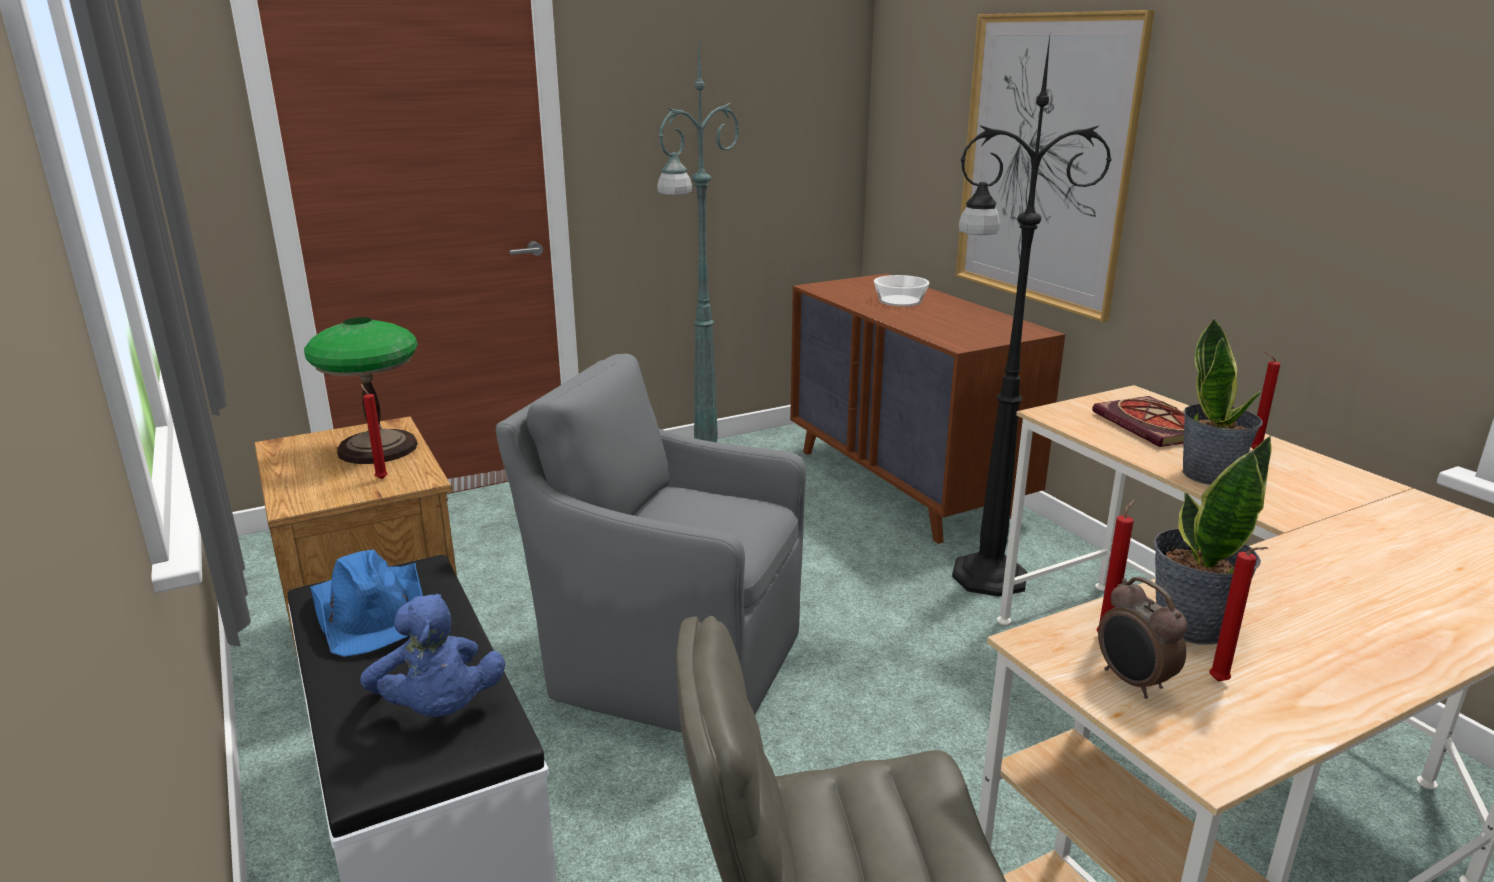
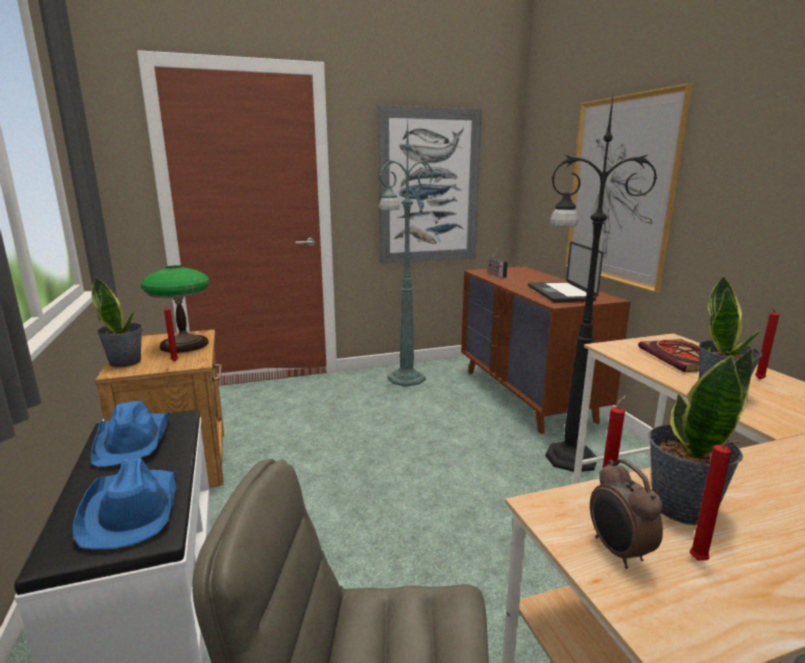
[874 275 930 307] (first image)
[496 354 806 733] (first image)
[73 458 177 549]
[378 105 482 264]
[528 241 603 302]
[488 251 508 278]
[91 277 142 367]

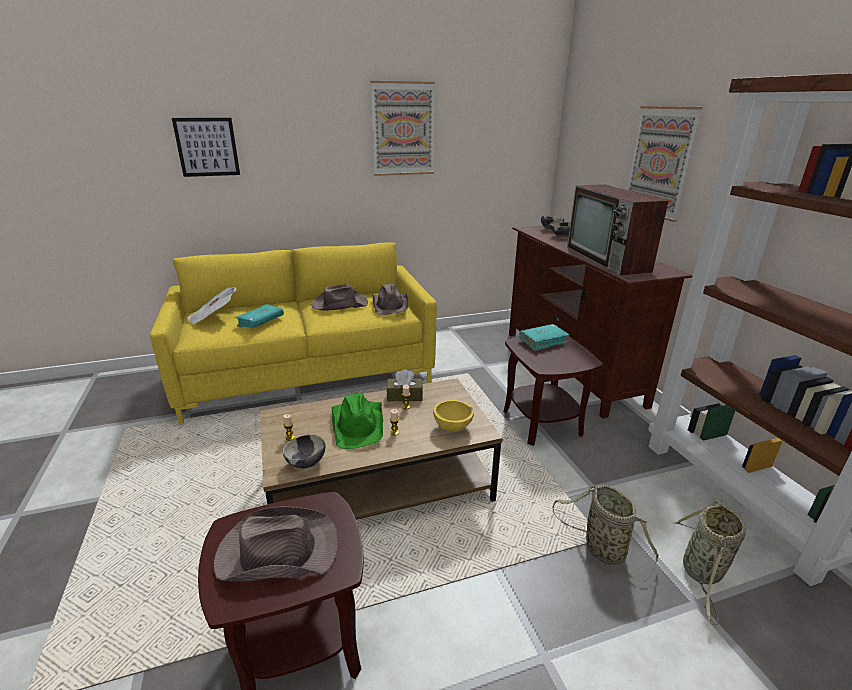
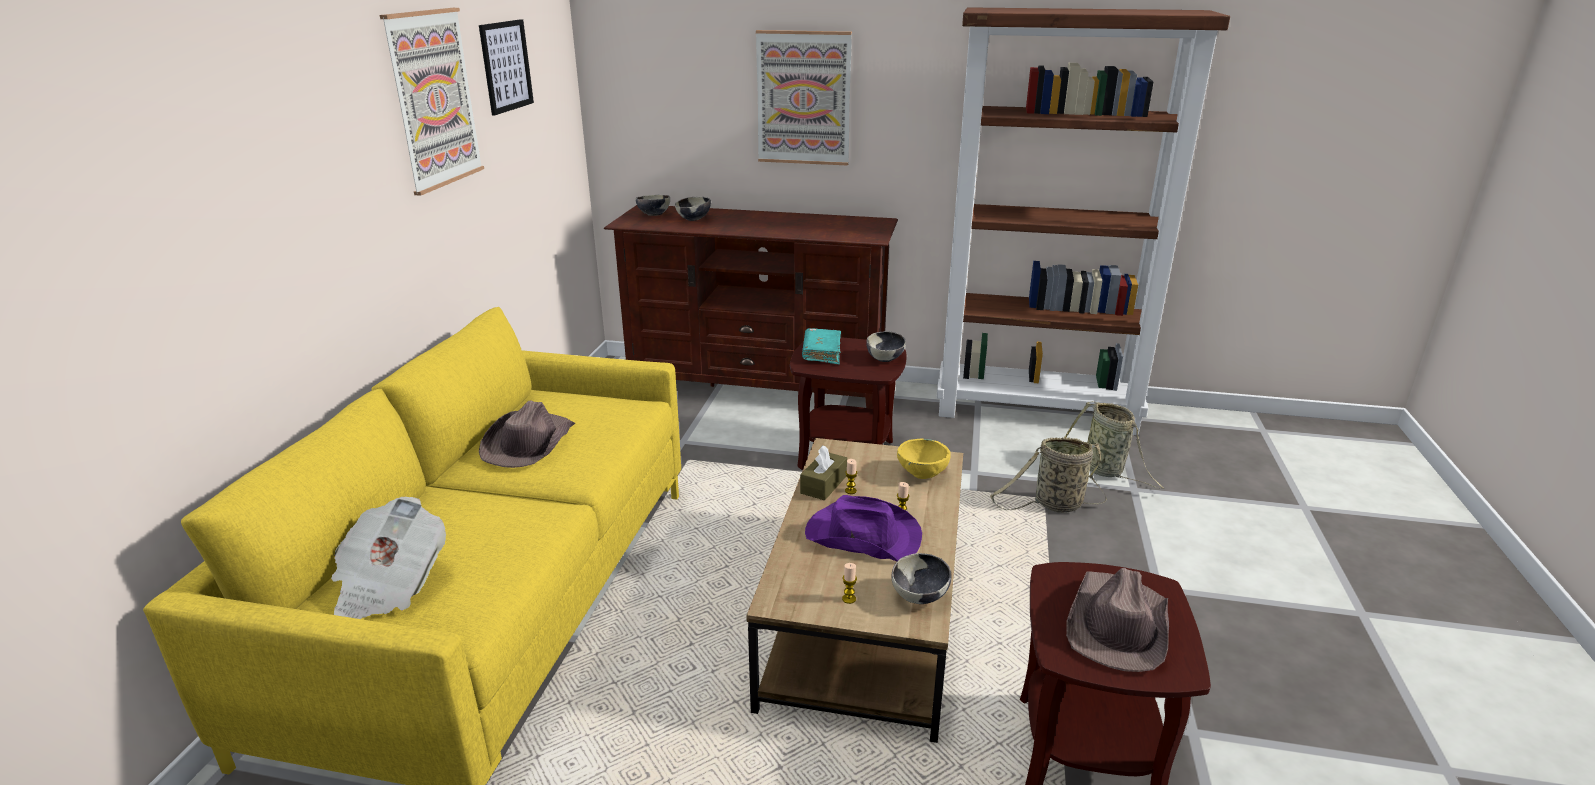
[479 19 534 115]
[567 184 668 275] (first image)
[372 284 408 315] (first image)
[235 304 284 328] (first image)
[805 495 922 561]
[866 331 906 362]

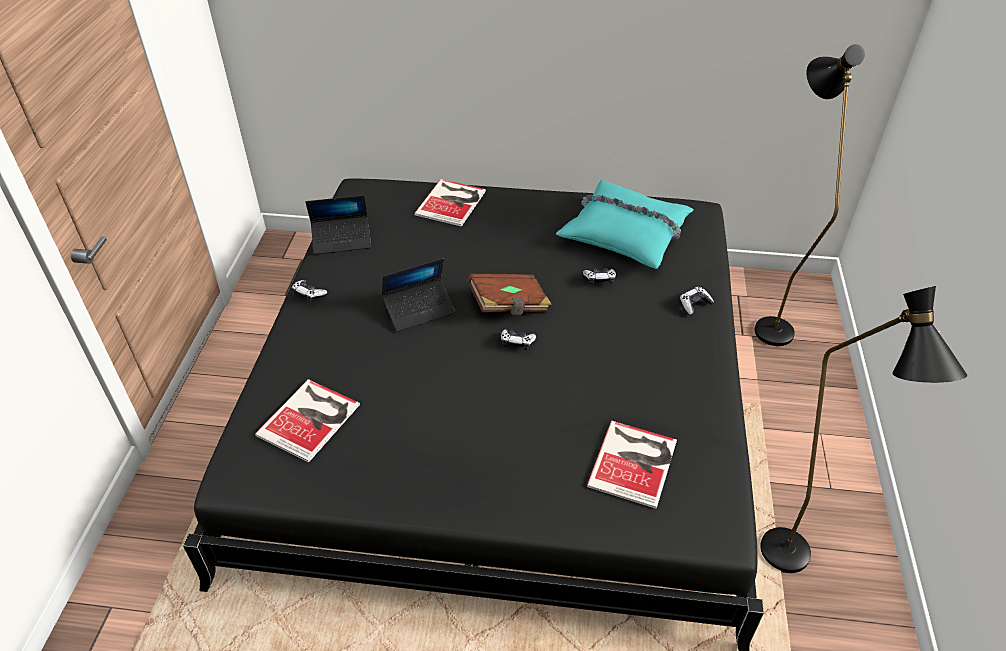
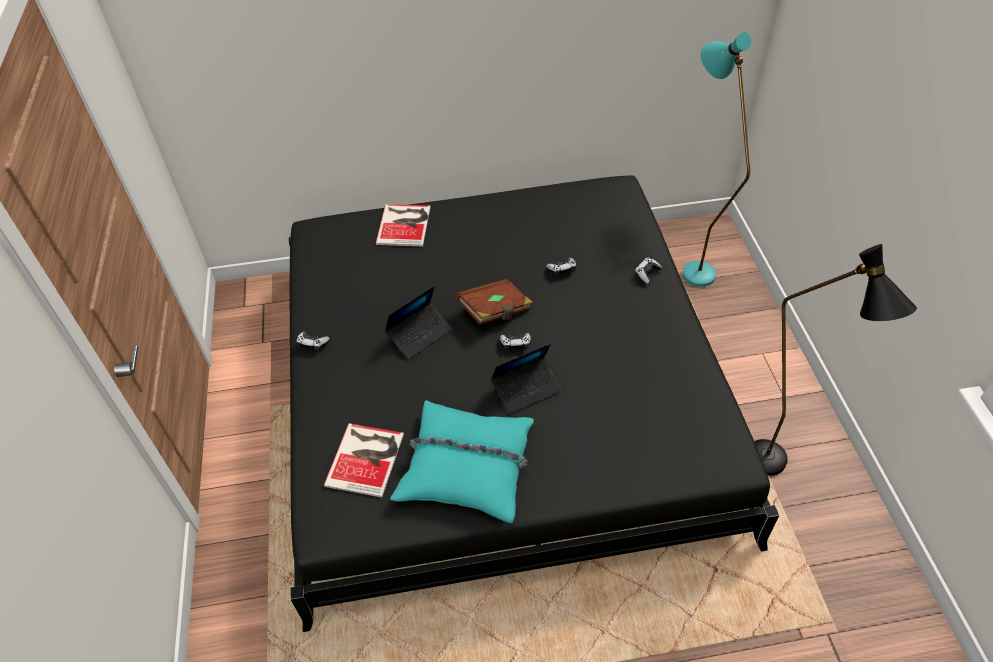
[682 32 751 287]
[390 400 534 523]
[491 344 561 414]
[587 421 677 509] (first image)

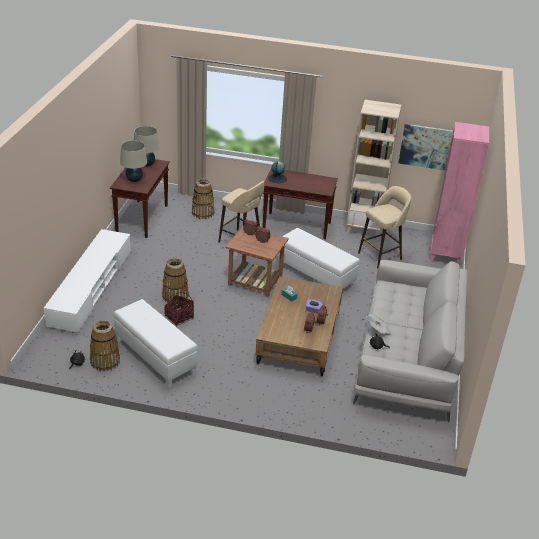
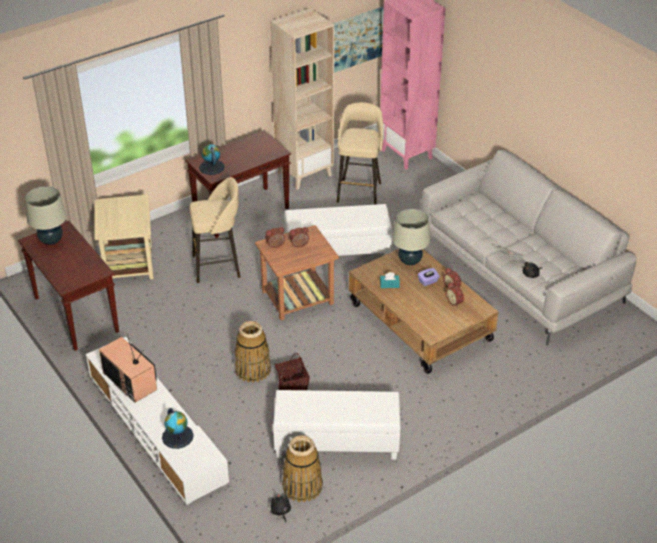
[392 209 430 265]
[95 194 154 279]
[99 333 157 403]
[162 408 194 449]

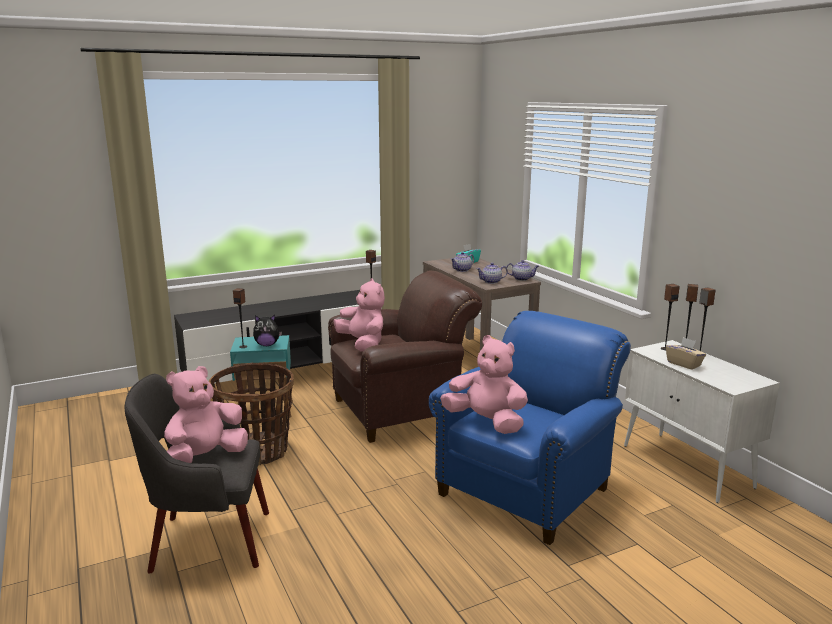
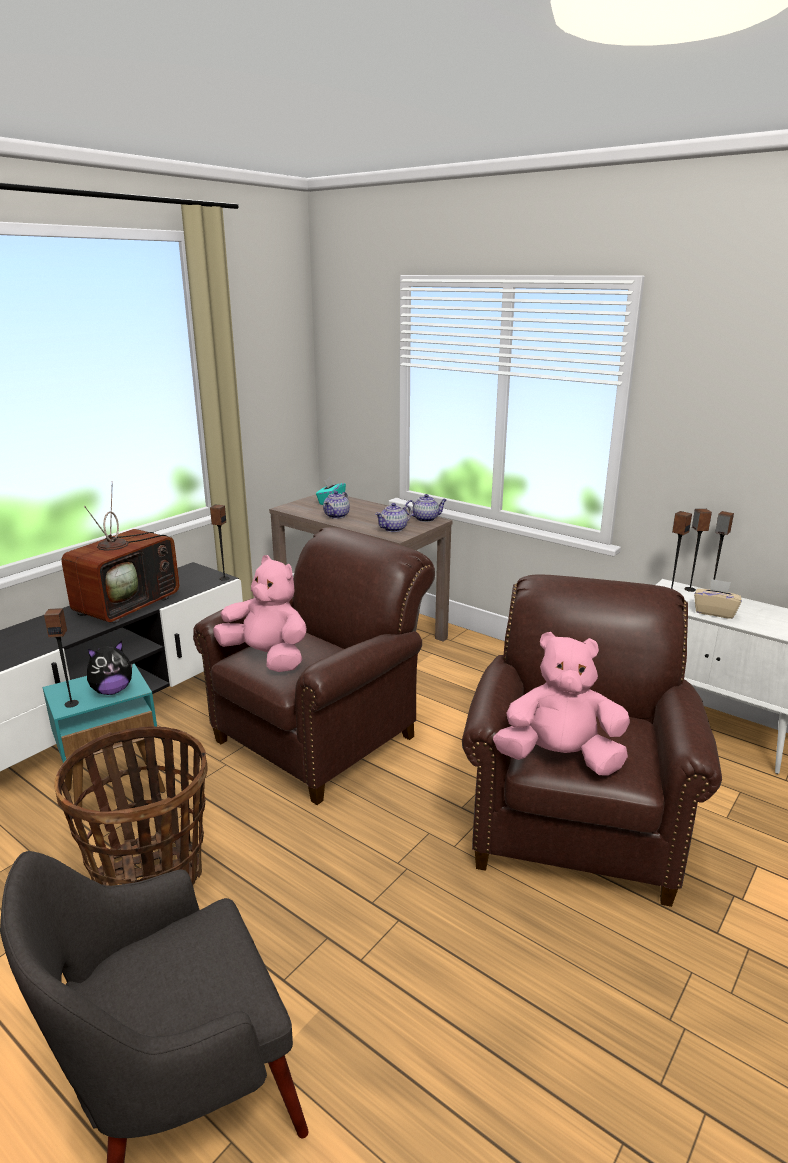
[462 574 722 907]
[164 366 248 463] (first image)
[61 481 179 623]

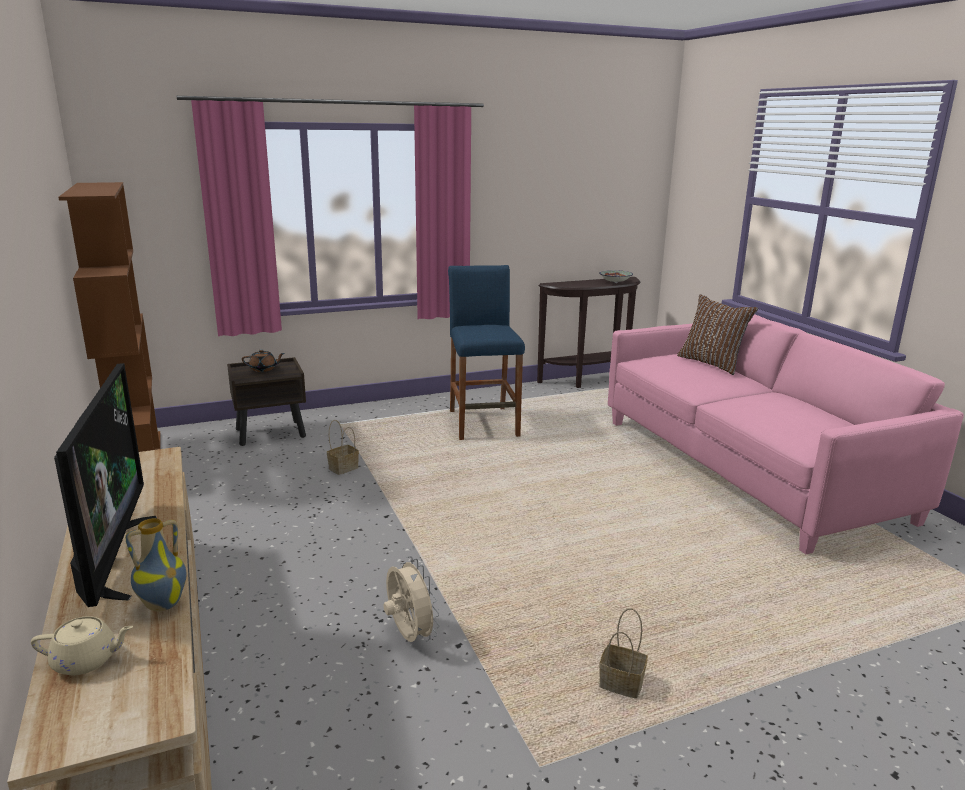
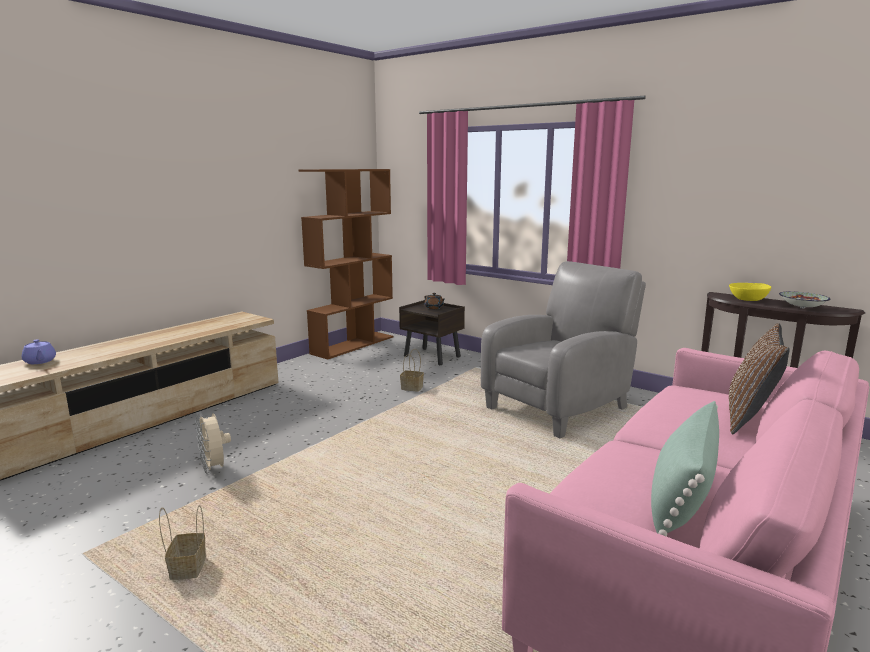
[481 261 646 438]
[54 363 157 607] (first image)
[125 518 187 612] (first image)
[195 412 231 474]
[22 339 56 364]
[729 283 771 301]
[651 401 719 537]

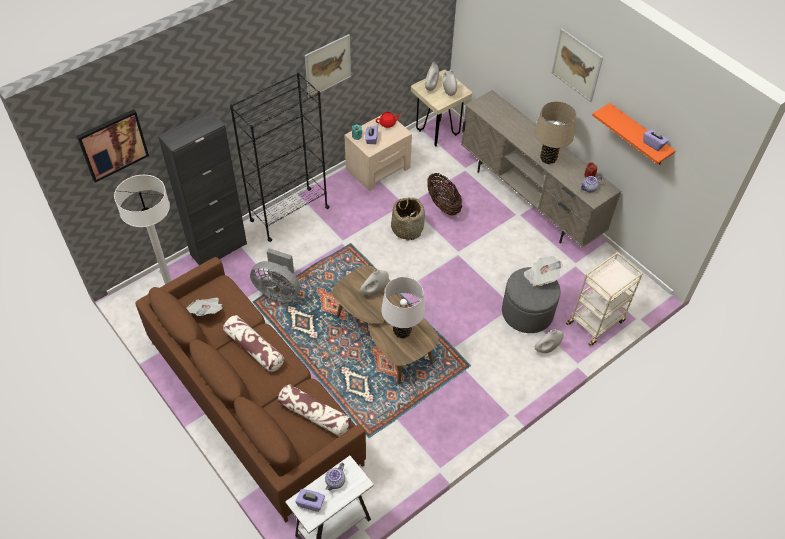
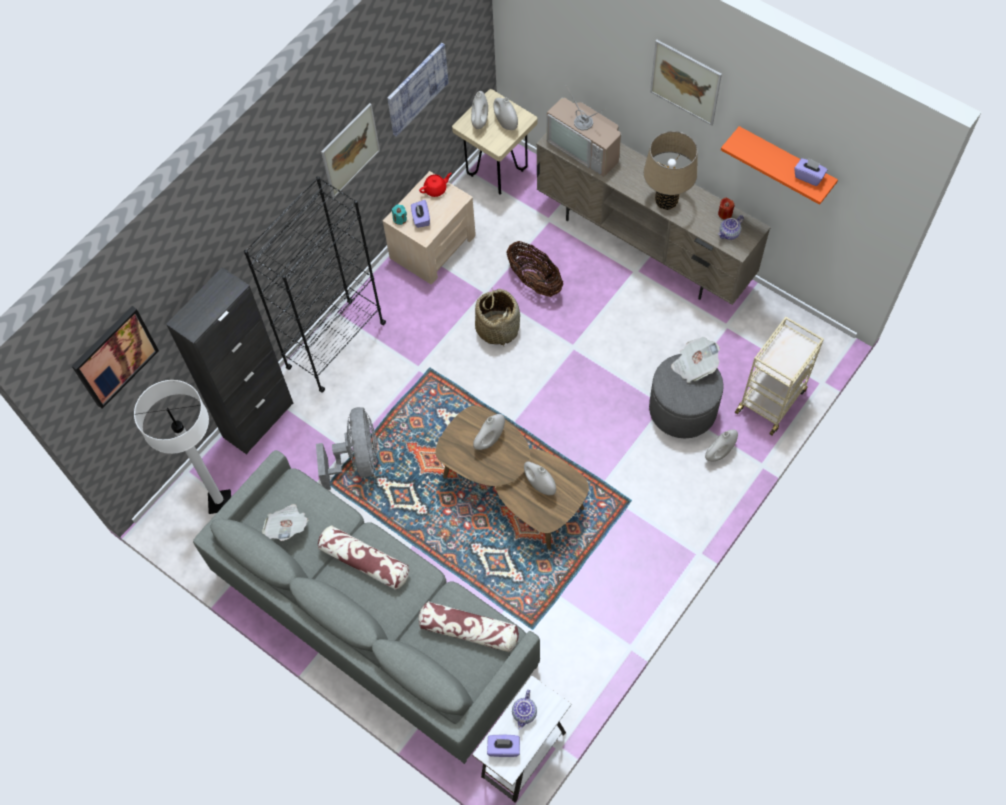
[316 407 378 490]
[193 450 540 764]
[524 461 556 495]
[387 43 449 137]
[547 85 621 177]

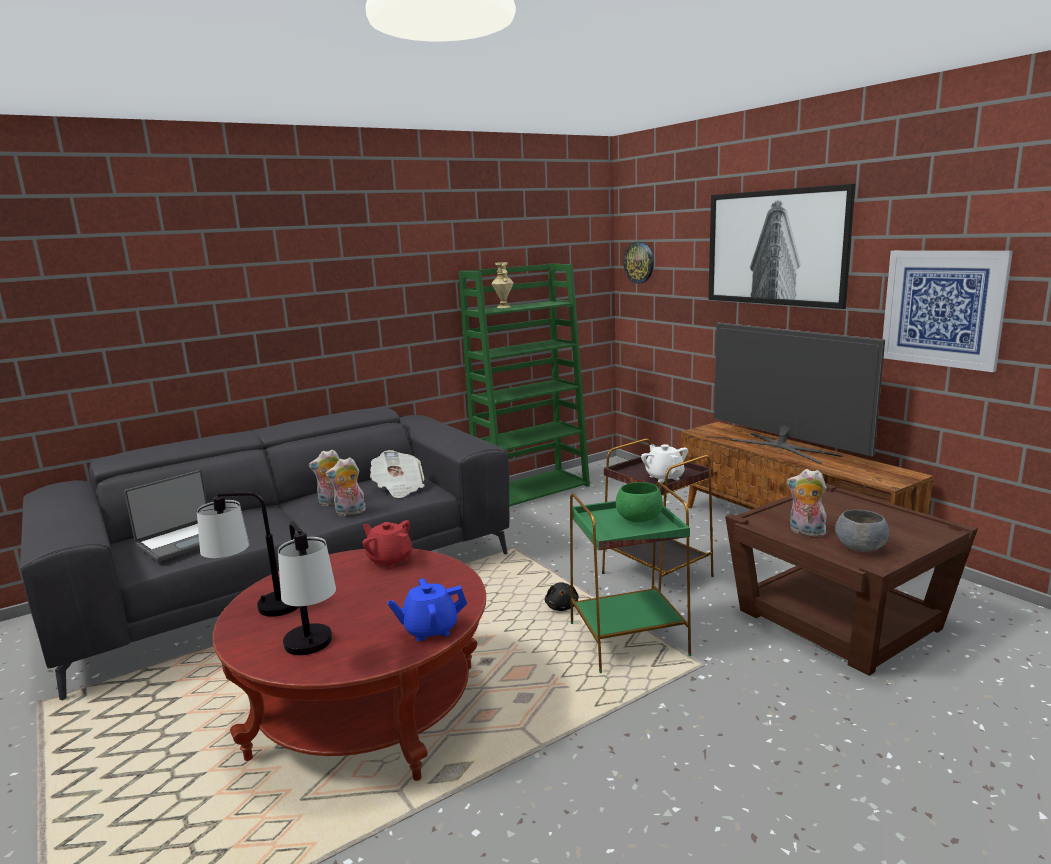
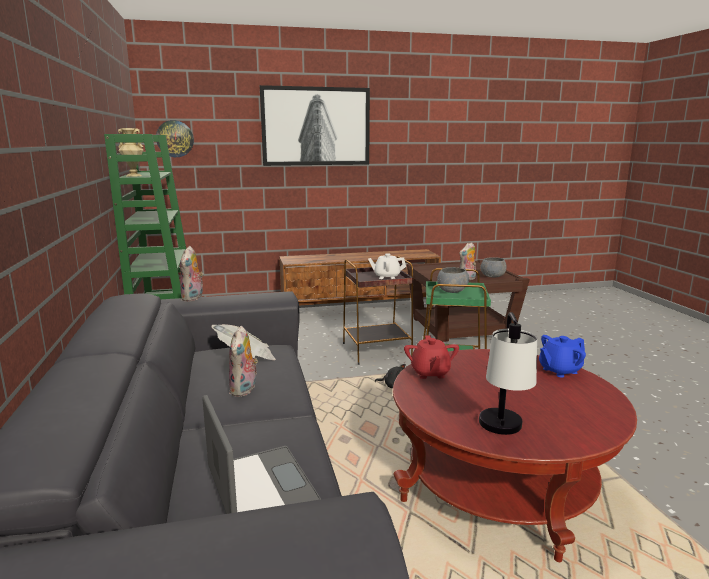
[883 251 1013 372] (first image)
[714 323 885 464] (first image)
[180 246 204 301]
[437 267 469 293]
[278 520 336 655] (first image)
[404 335 459 379]
[539 335 586 378]

